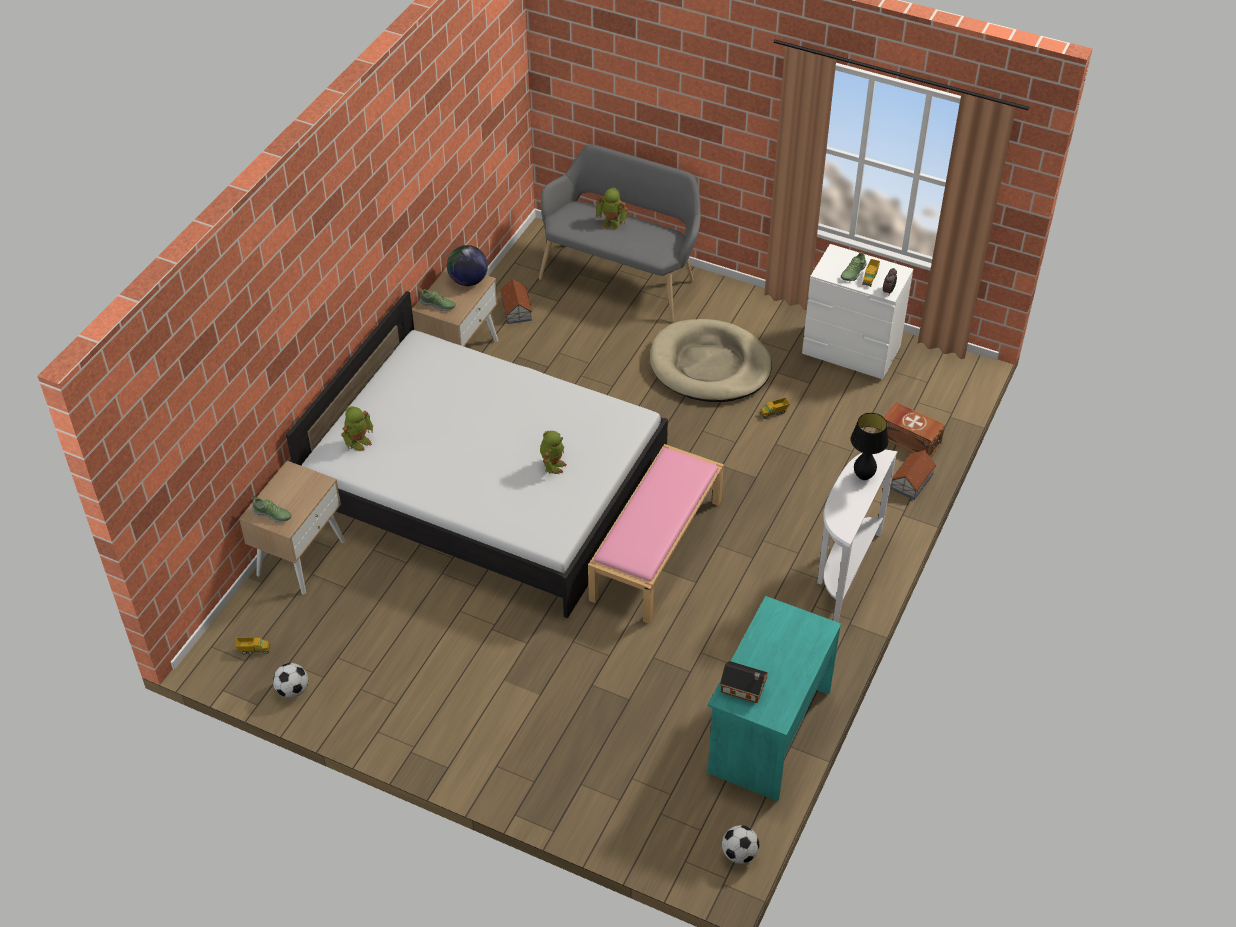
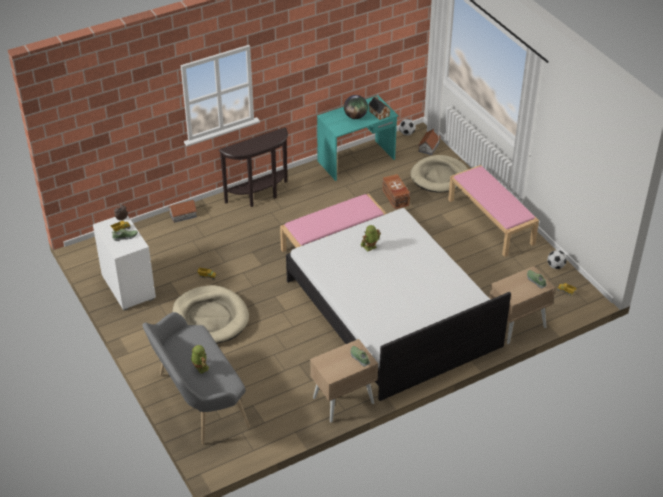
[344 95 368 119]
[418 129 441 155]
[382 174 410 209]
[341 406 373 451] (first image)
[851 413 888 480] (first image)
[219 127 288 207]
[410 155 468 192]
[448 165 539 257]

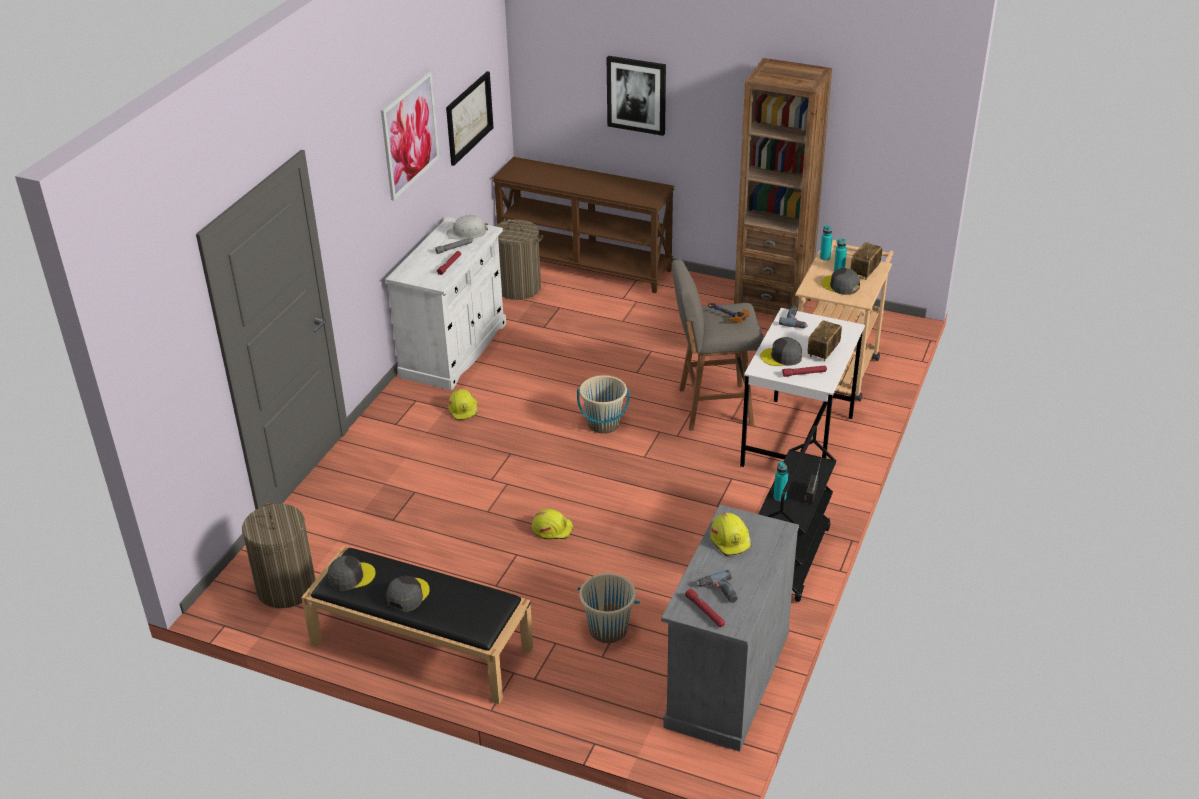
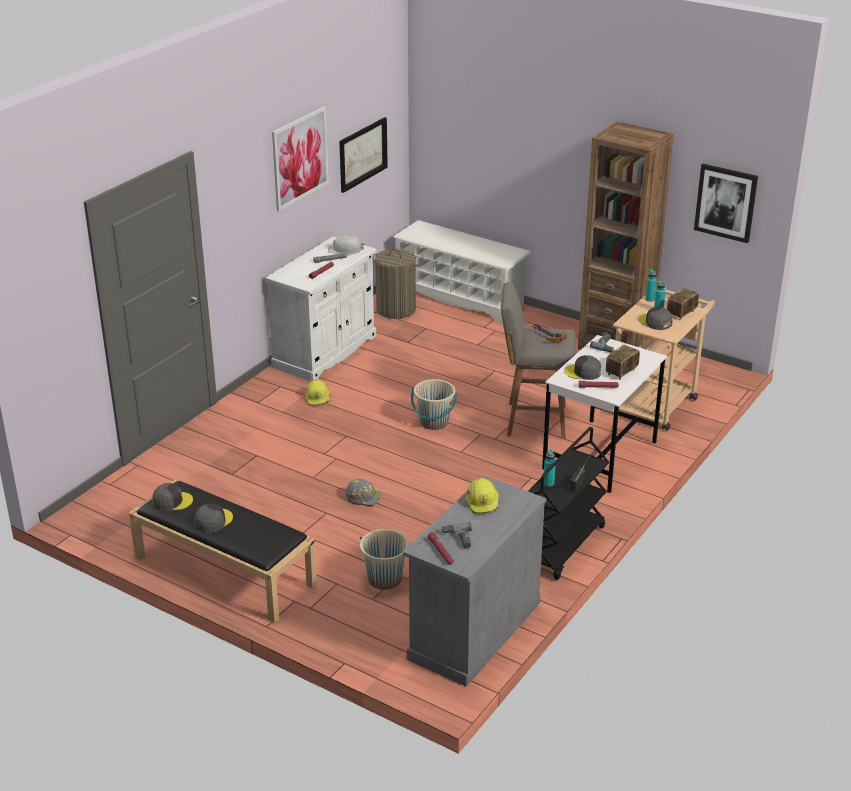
[694 164 758 243]
[393 220 531 323]
[242 503 316 608] (first image)
[345 479 381 506]

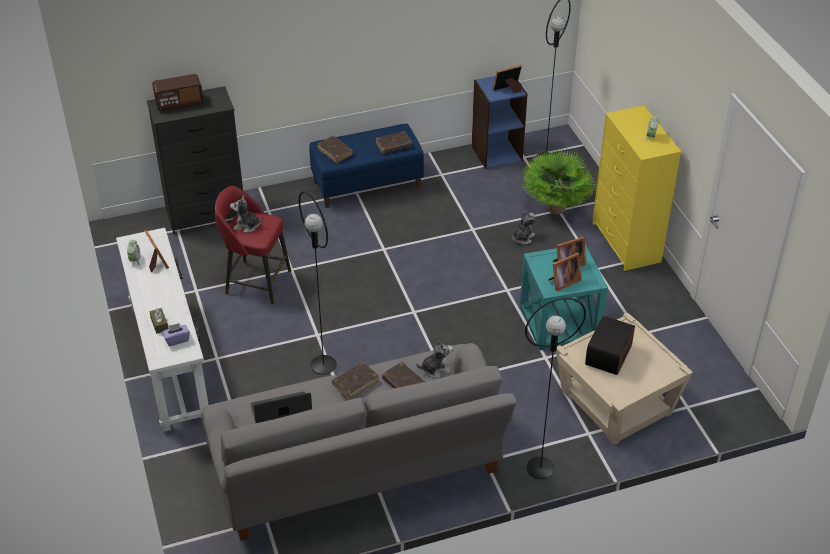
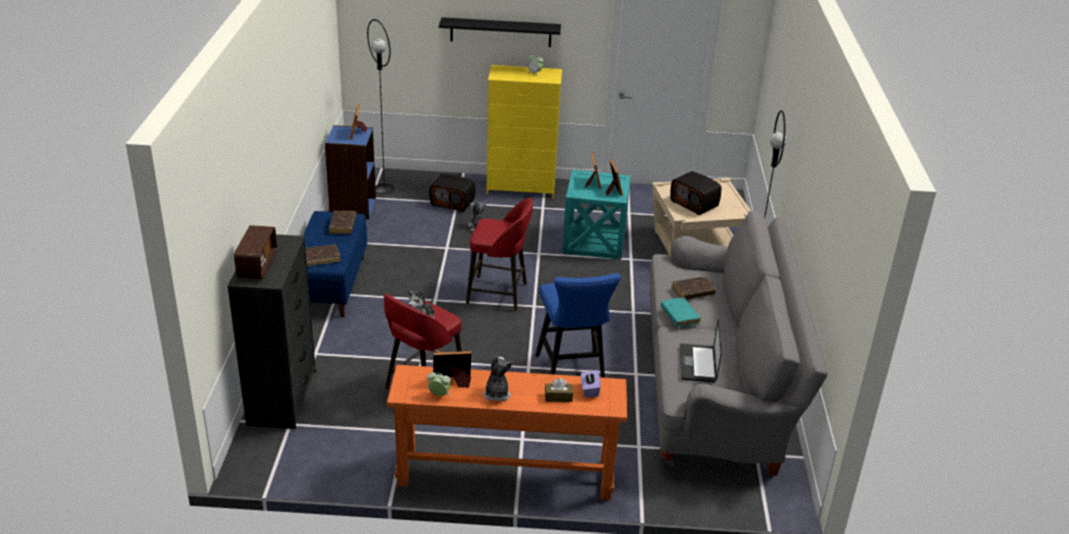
[429 174 475 212]
[535 273 621 378]
[387 365 628 500]
[483 356 513 401]
[661 297 700 327]
[439 17 561 47]
[466 198 533 311]

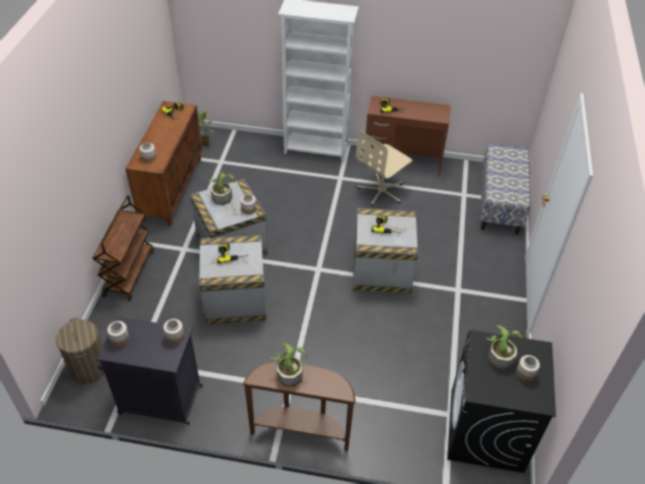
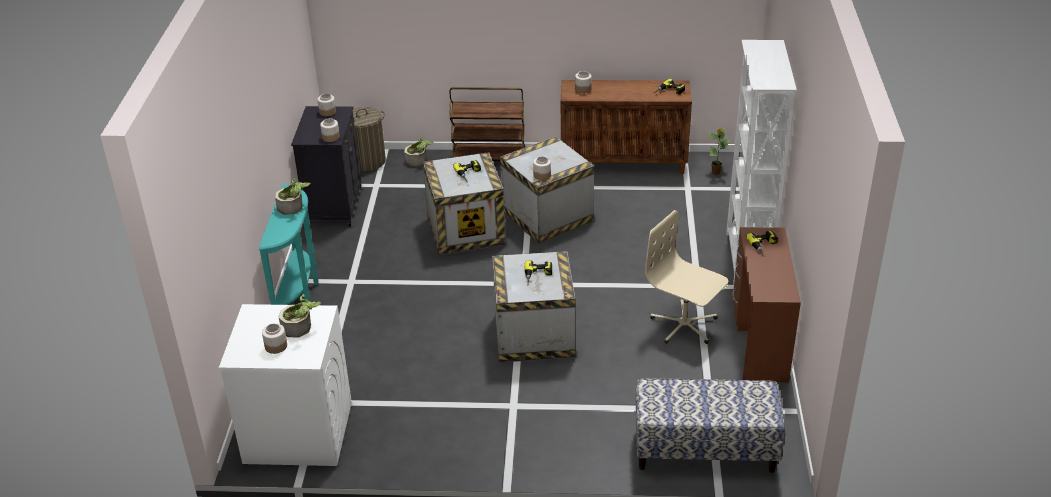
[404 137 434 167]
[219 304 352 466]
[259 184 318 305]

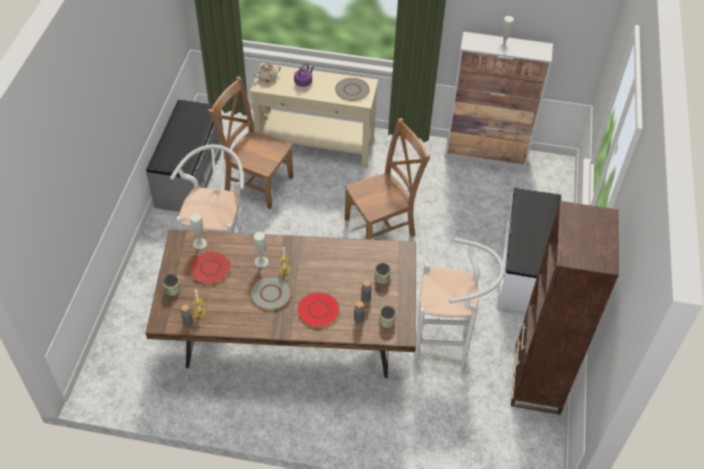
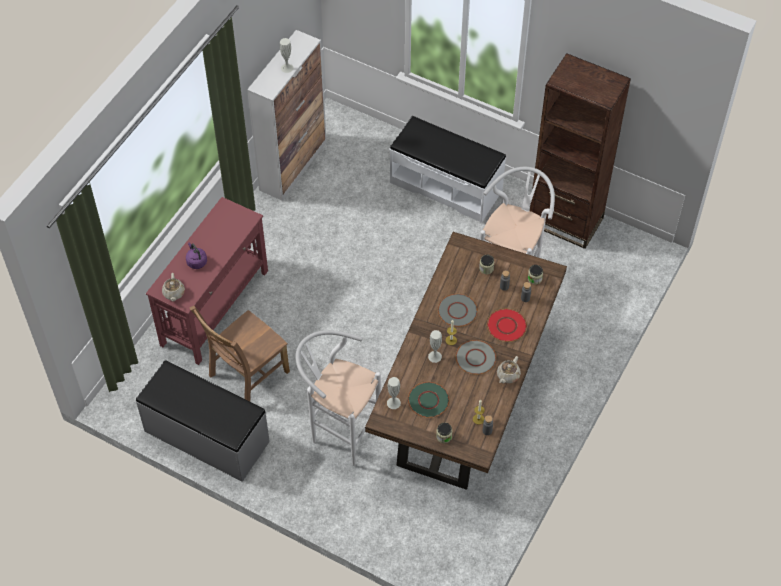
[146 197 268 365]
[438 294 478 327]
[345 118 431 239] (first image)
[408 382 449 418]
[497 356 521 383]

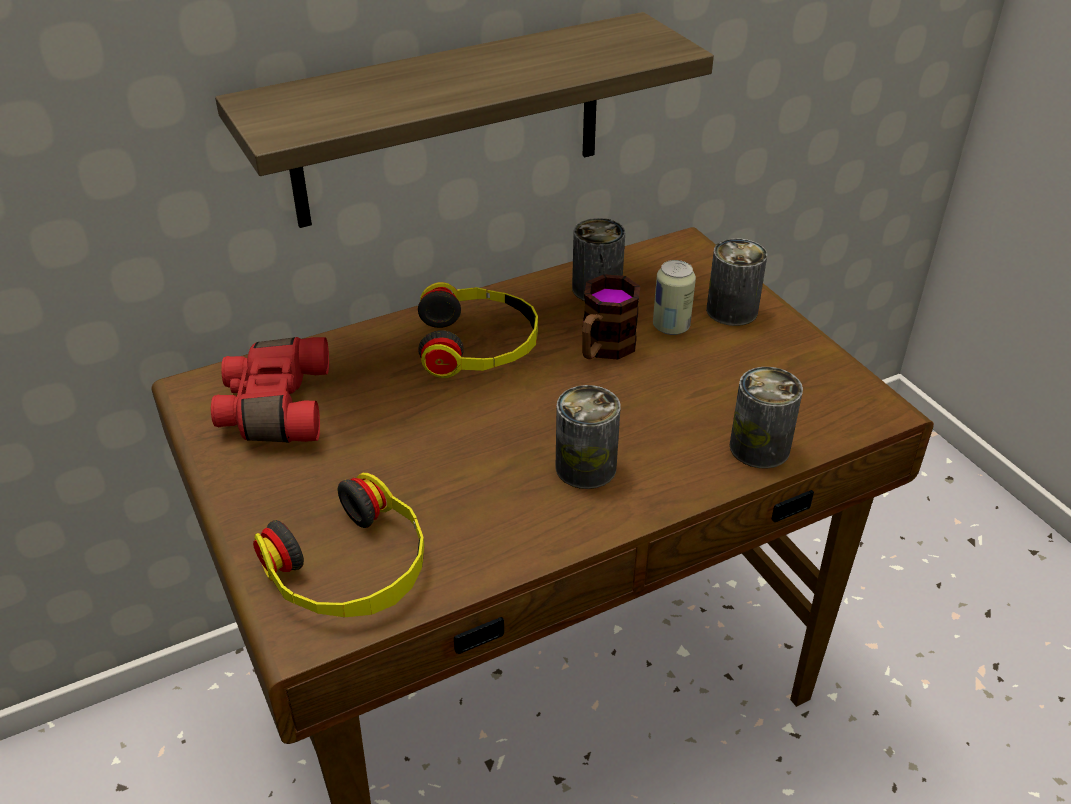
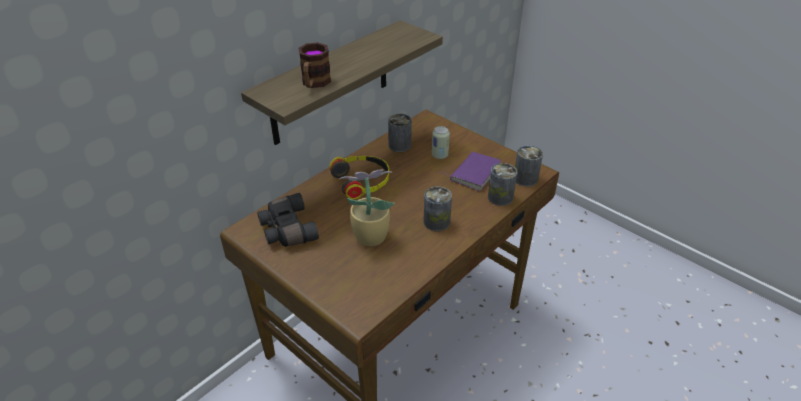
[515 145 543 187]
[298 42 331 88]
[257 193 319 247]
[253 473 424 617] (first image)
[441 152 501 191]
[339 169 395 246]

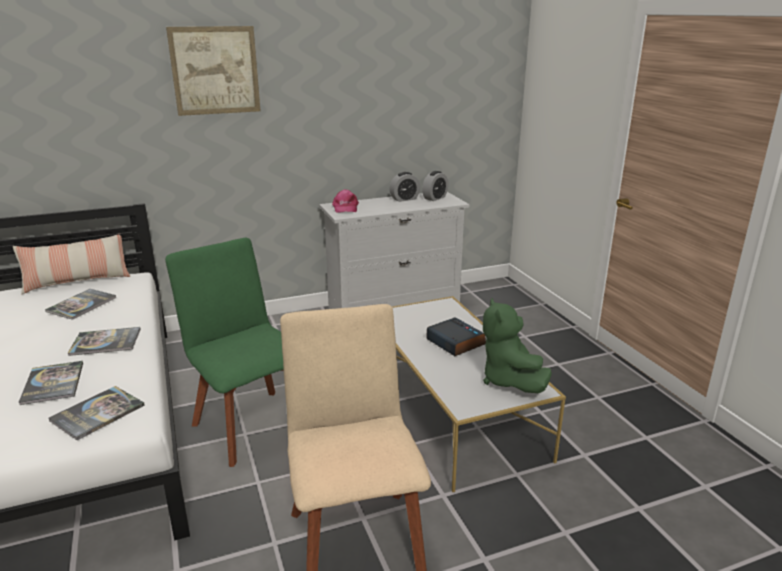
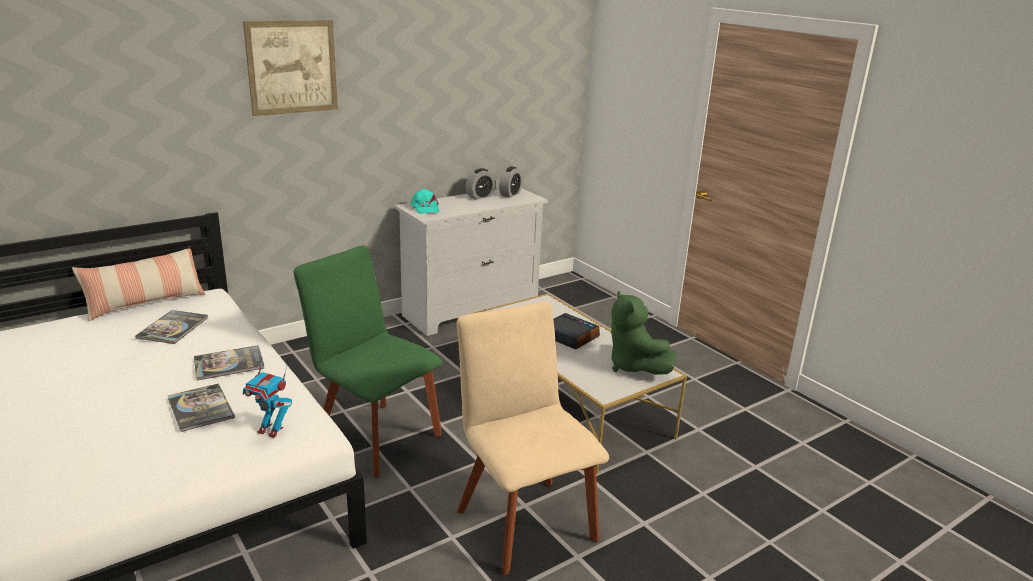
[411 189 439 214]
[243 358 292 438]

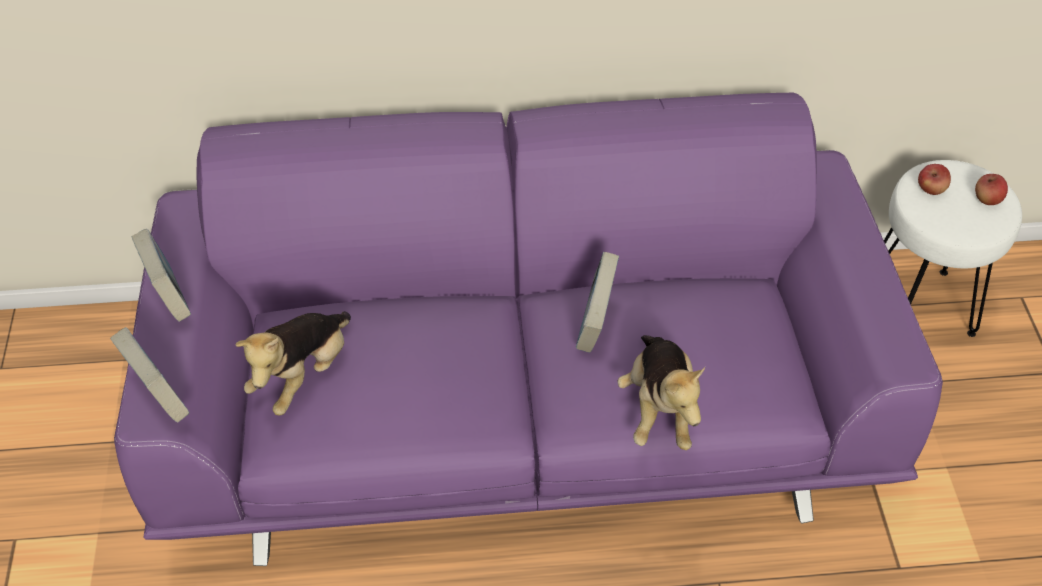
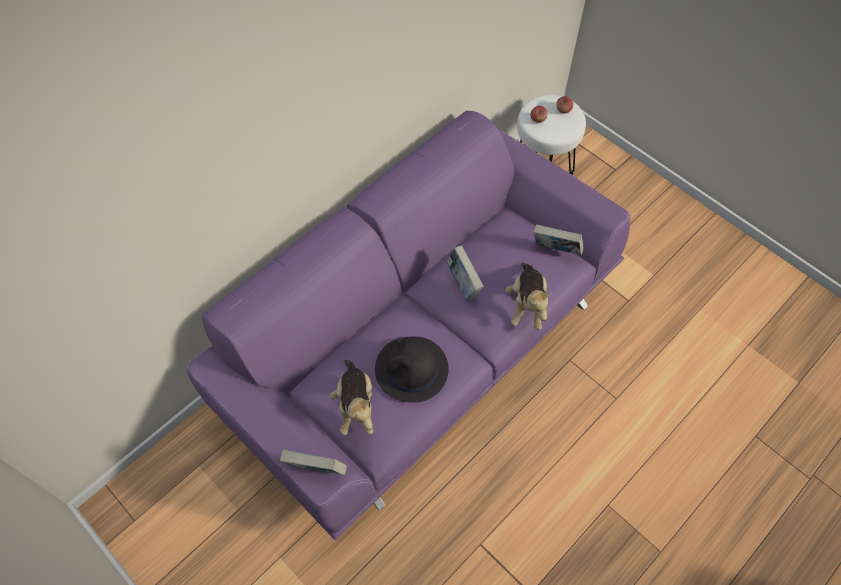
[534 224 584 255]
[506 263 552 330]
[375 337 449 403]

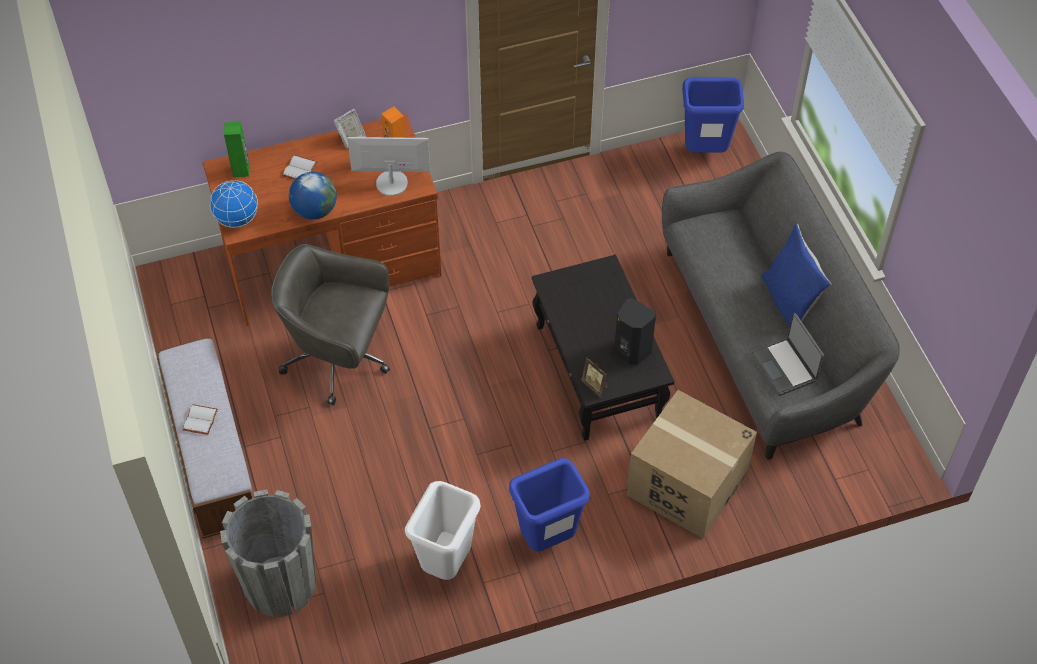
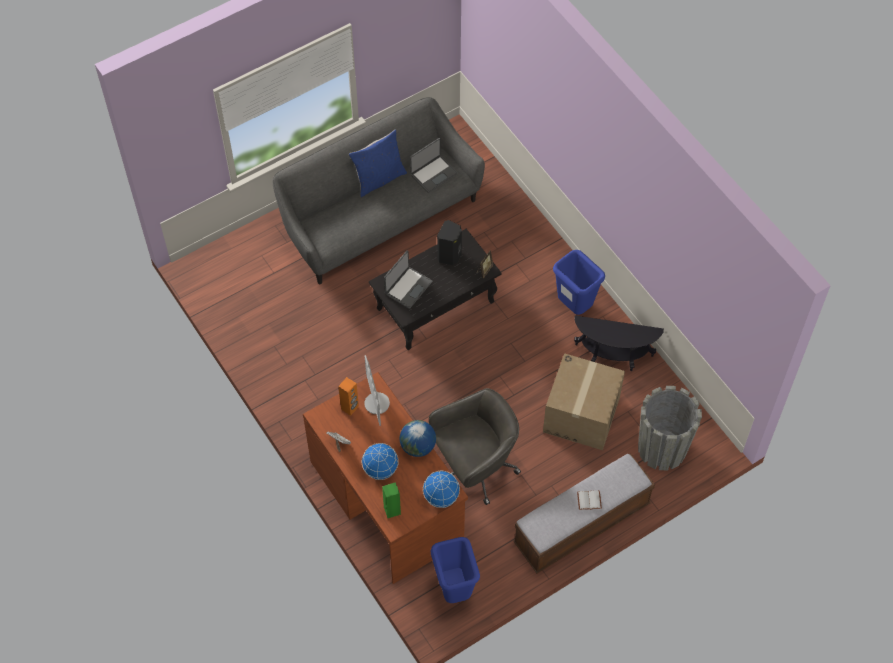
[431 537 480 603]
[362 443 399 480]
[429 388 521 505]
[543 353 625 450]
[574 316 664 371]
[384 250 432 309]

